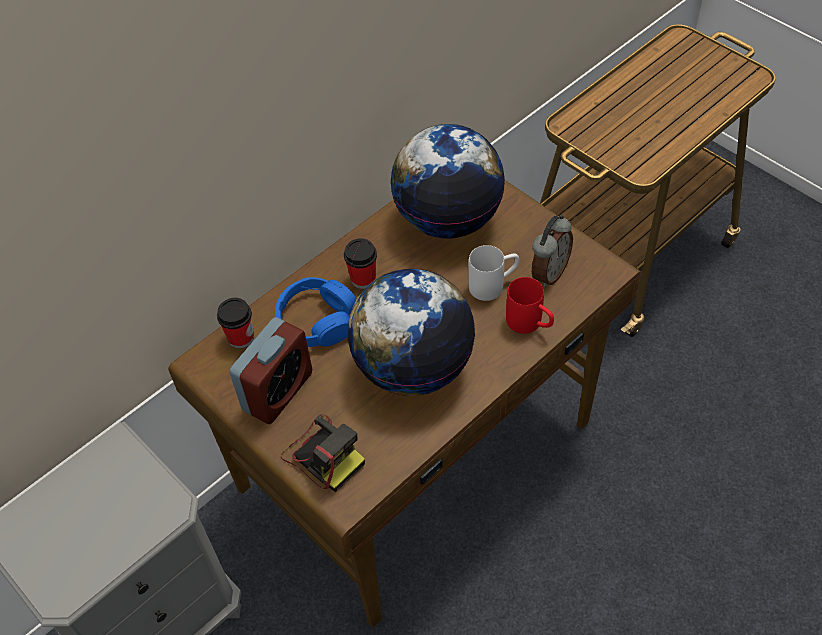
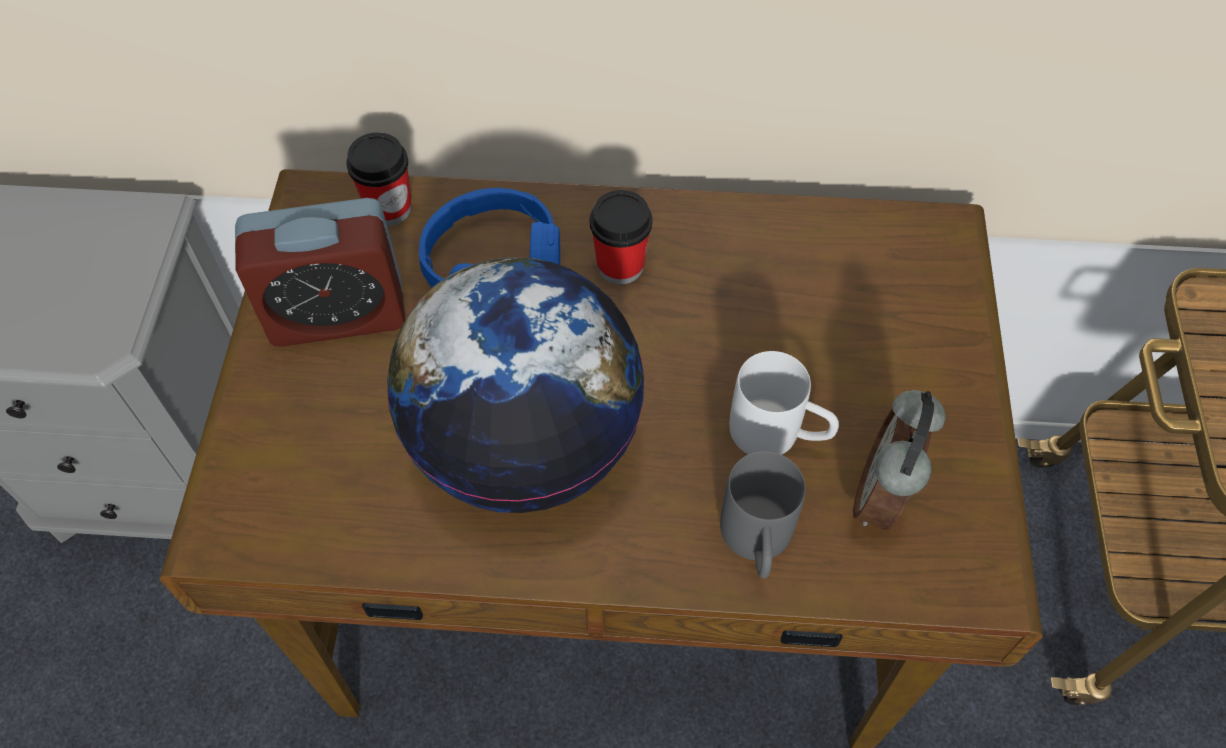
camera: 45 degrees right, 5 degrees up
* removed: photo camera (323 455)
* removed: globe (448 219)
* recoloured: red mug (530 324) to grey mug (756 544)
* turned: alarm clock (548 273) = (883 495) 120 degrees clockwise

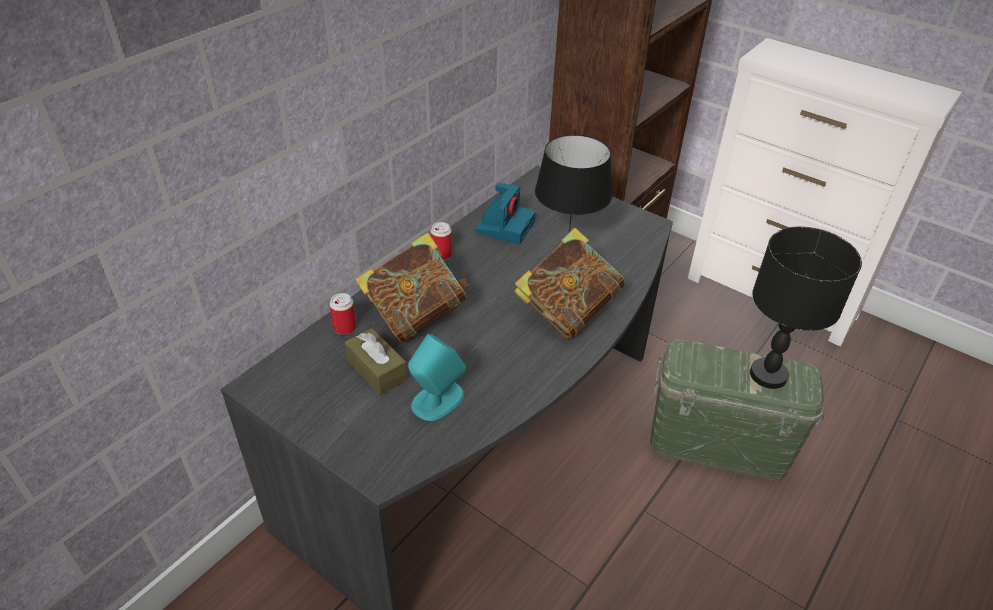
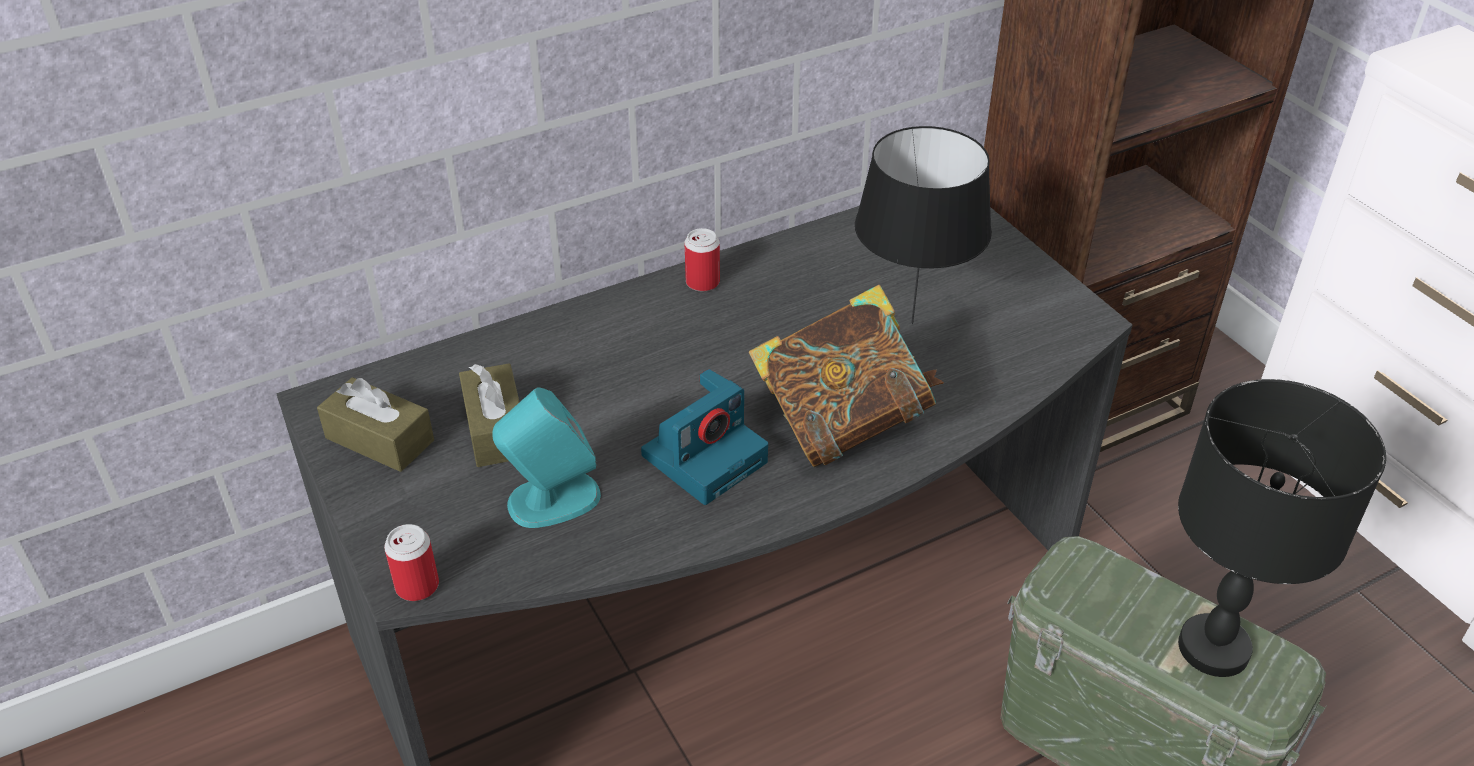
camera: 25 degrees right, 0 degrees up
* moved: can (345 327) to (417 586)
* removed: book (416 315)
* moved: photo camera (505 226) to (705 456)
* added: brown tissue box (380 439)

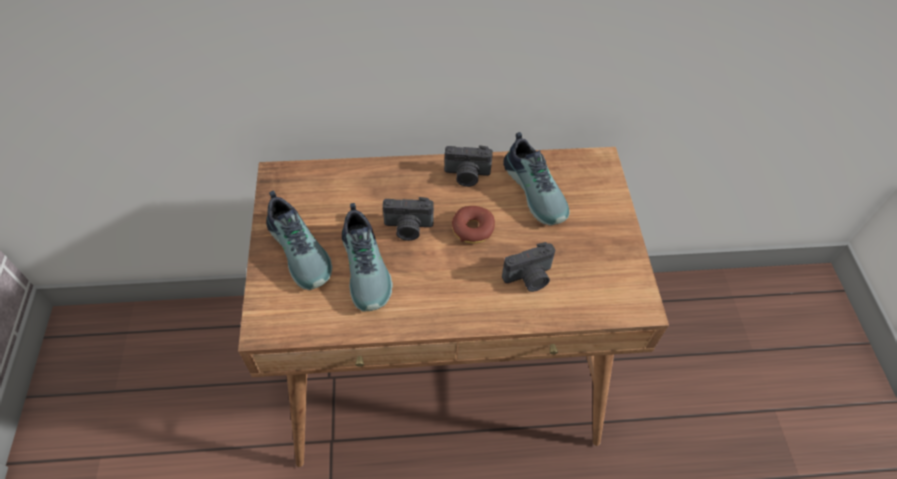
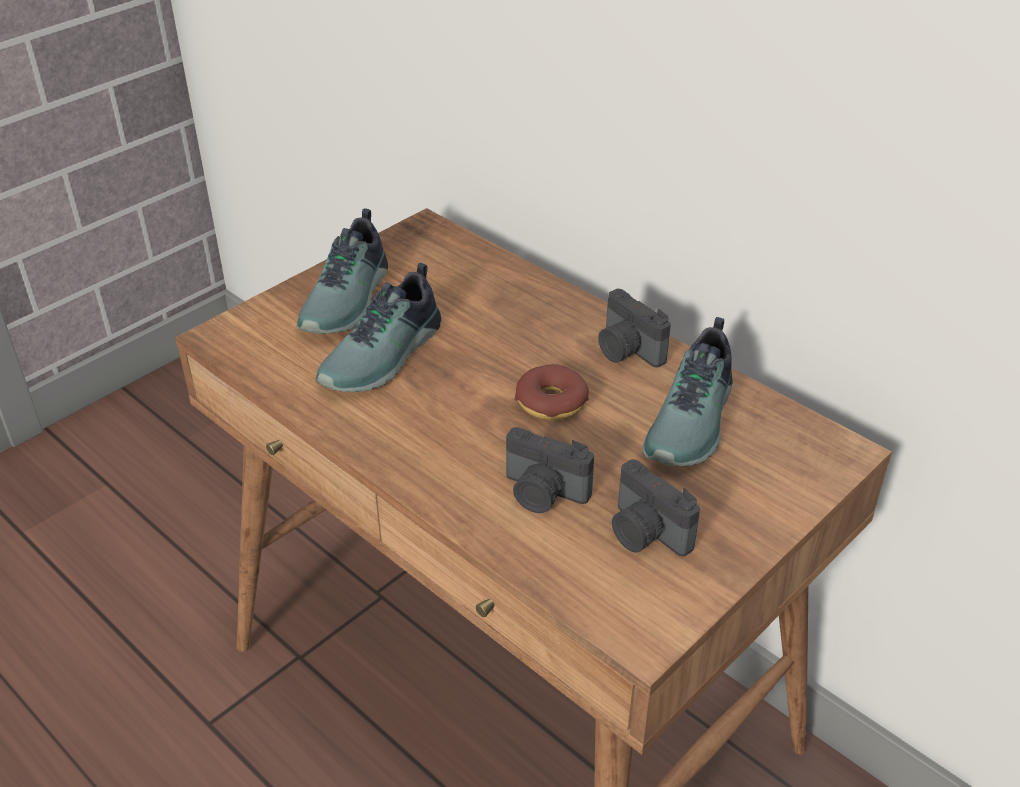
camera: 50 degrees right, 15 degrees down
* moved: photo camera (408 228) to (645 534)

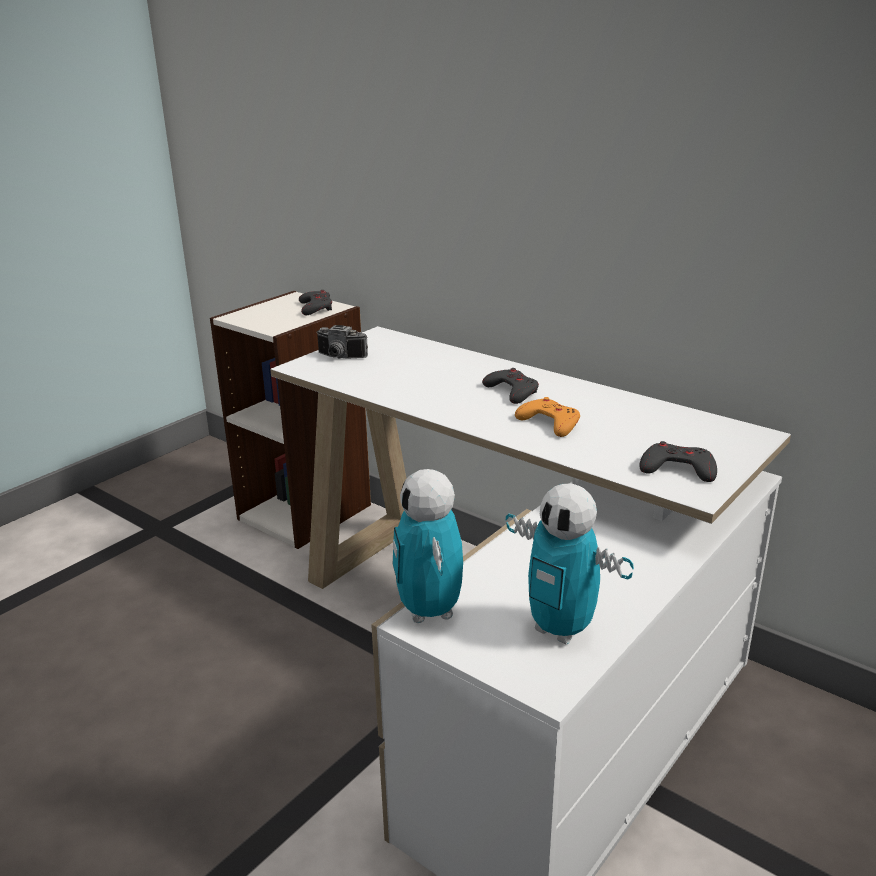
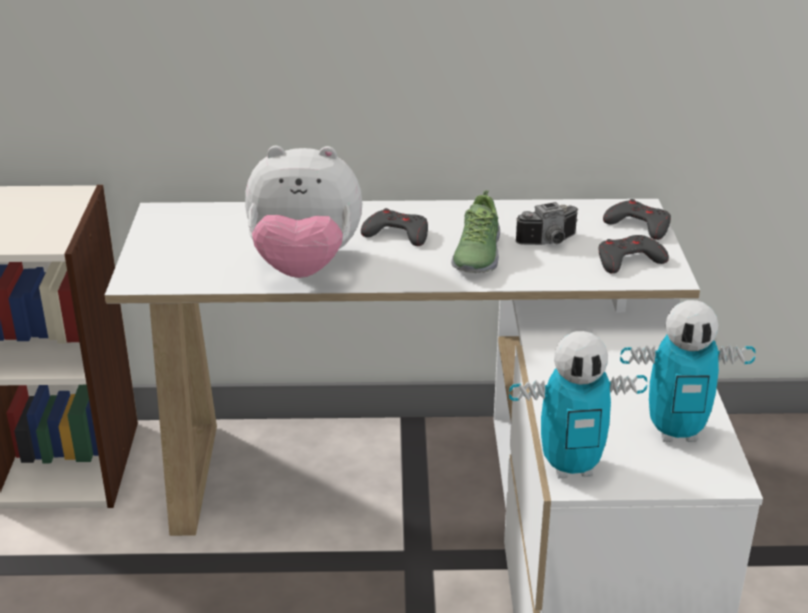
camera: 40 degrees left, 5 degrees up
* moved: grey game controller (315 307) to (639 225)
* moved: photo camera (339 357) to (550 242)
* turned: toy robot (429 611) = (571 467) 45 degrees counterclockwise
* replaced: orange game controller (549 423) to shoe (476 254)
* added: plush toy (304 267)

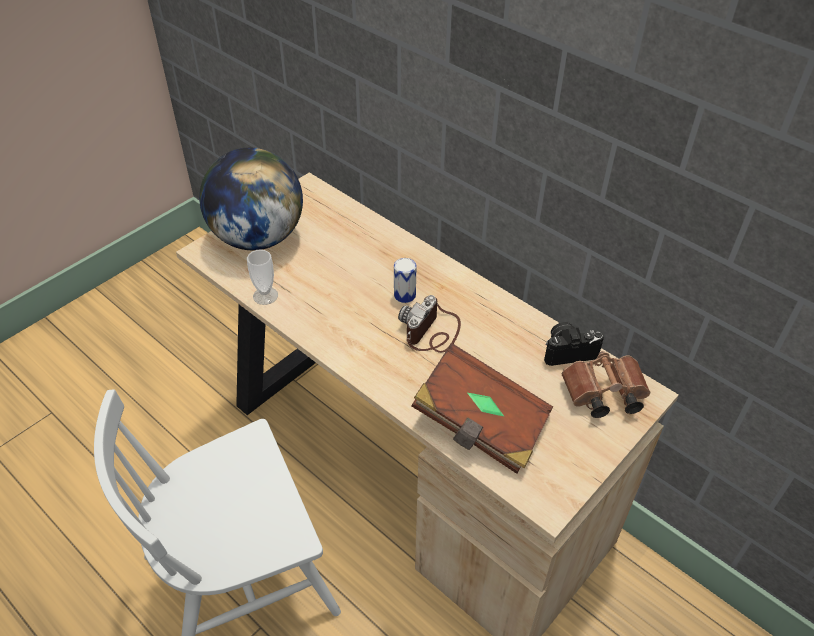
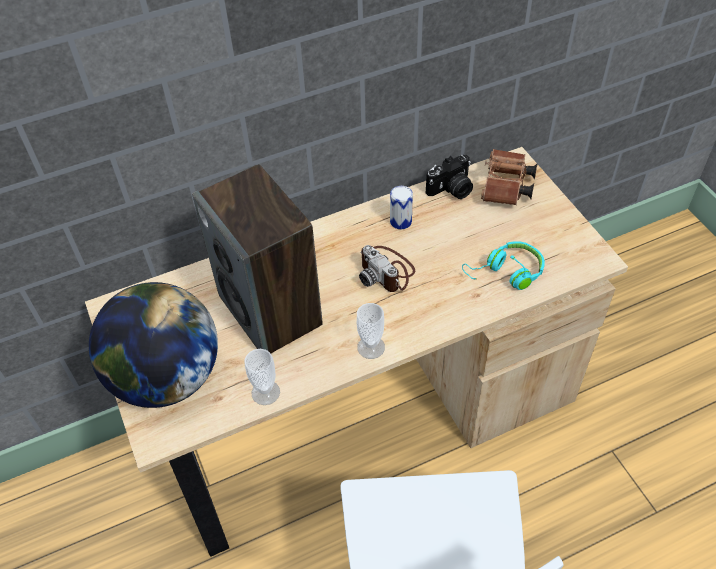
camera: 65 degrees left, 5 degrees up
* moved: can (404 295) to (400 221)
* replaced: brown book (480 424) to turquoise headphones (506 273)
* turned: photo camera (568 351) = (451 190) 135 degrees counterclockwise
* added: speaker (271 311)
* added: cup (371 347)

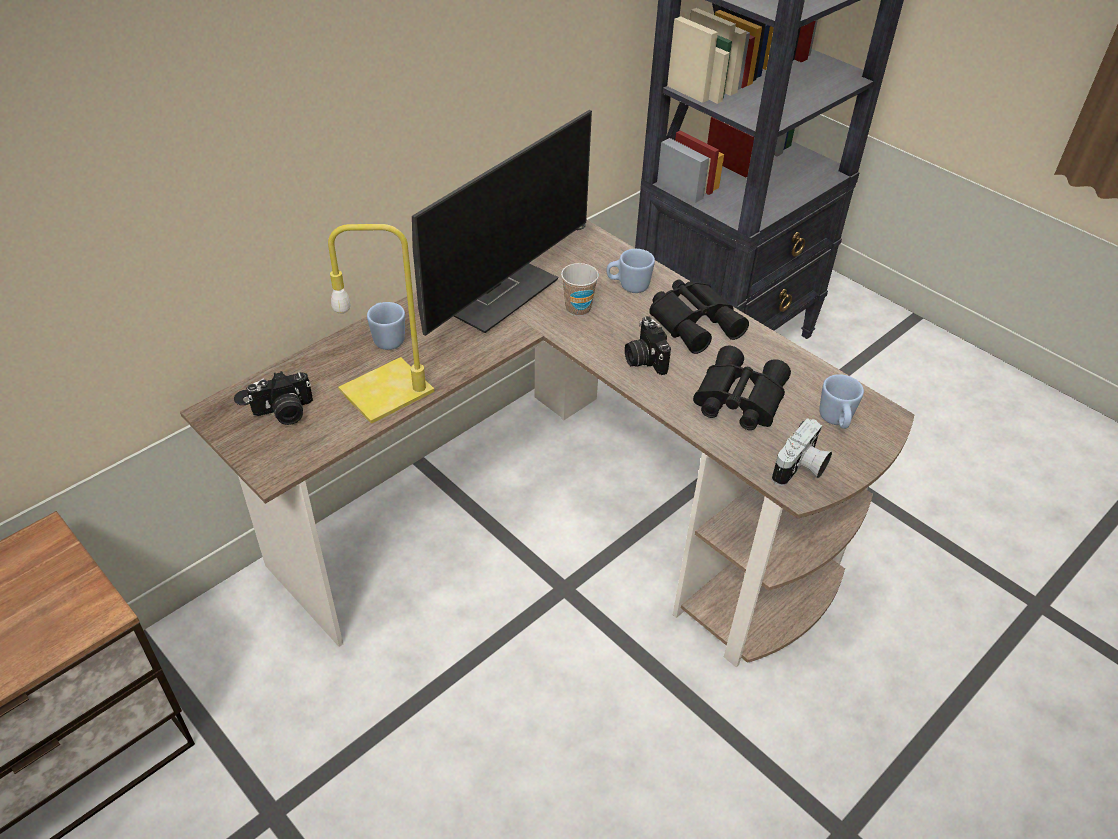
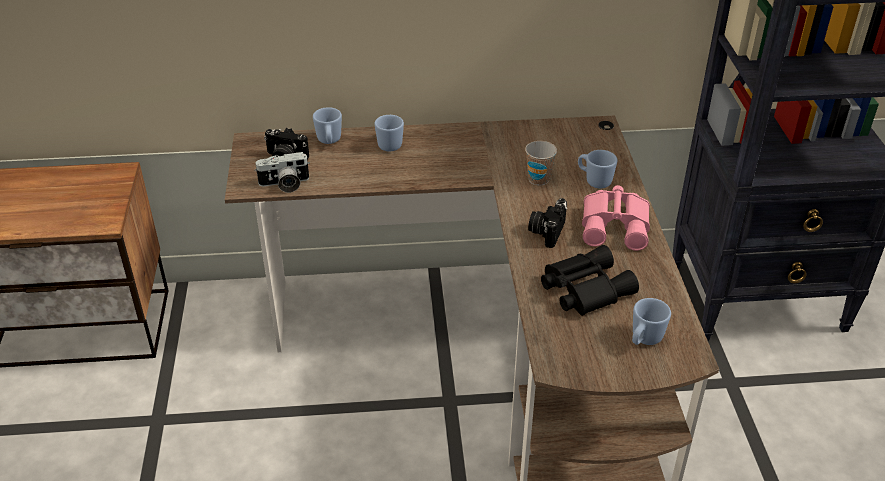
camera: 40 degrees right, 5 degrees down
* removed: yellow table lamp (388 389)
* removed: monitor (496 292)
* recoloured: black binoculars (695 322) to pink binoculars (616 225)
* moved: photo camera (801 469) to (284 184)
* added: blue mug (329 141)

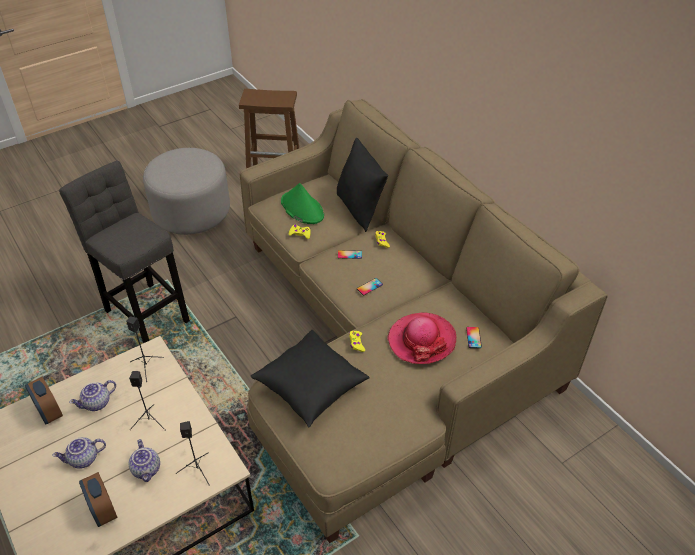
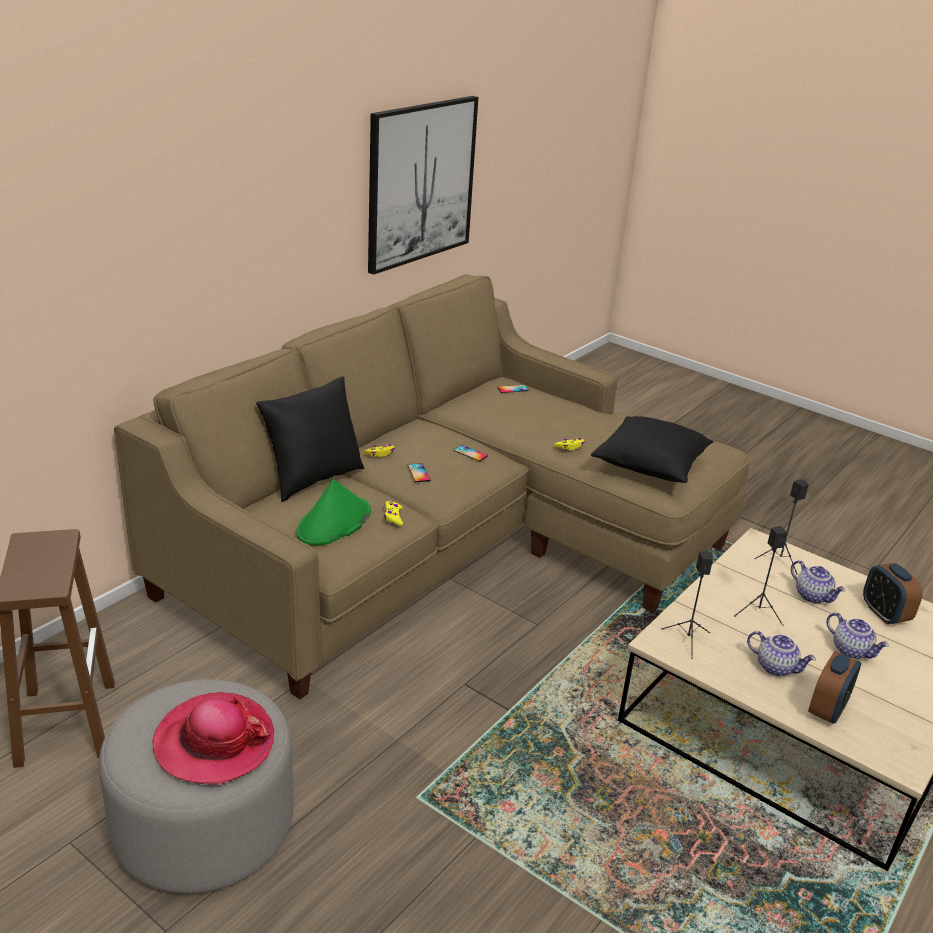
camera: 110 degrees left, 15 degrees down
* removed: grey stool (145 312)
* turned: alarm clock (103 510) = (884 614) 120 degrees clockwise
* turned: teapot (147 469) = (813 596) 90 degrees clockwise
* moved: hat (421 340) to (214 742)
* added: picture (421 182)

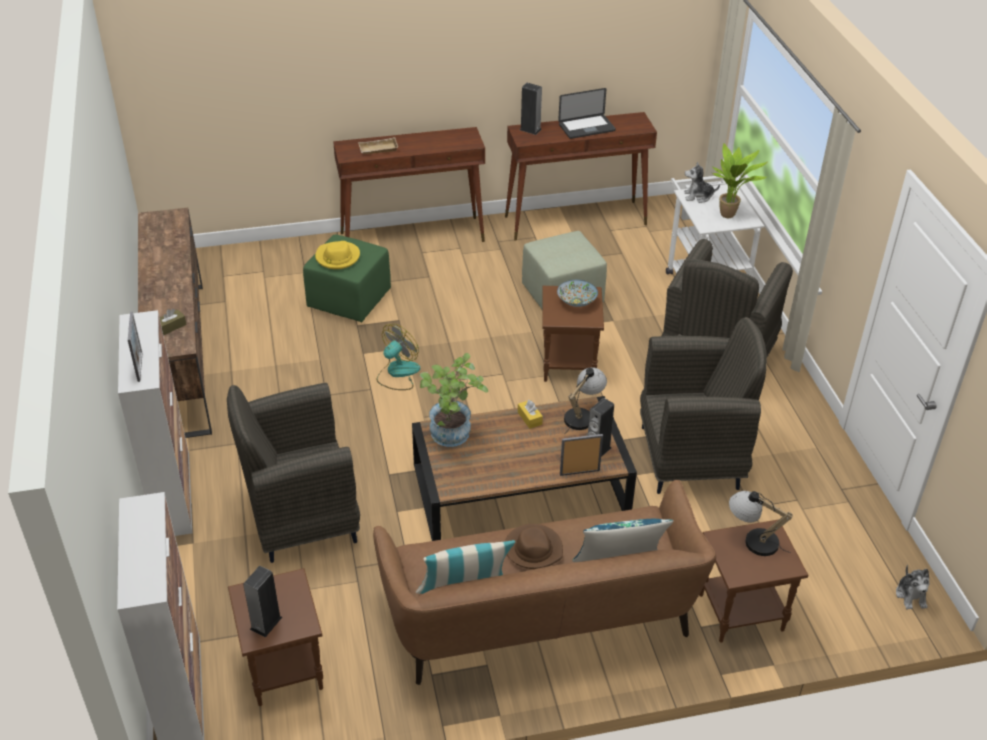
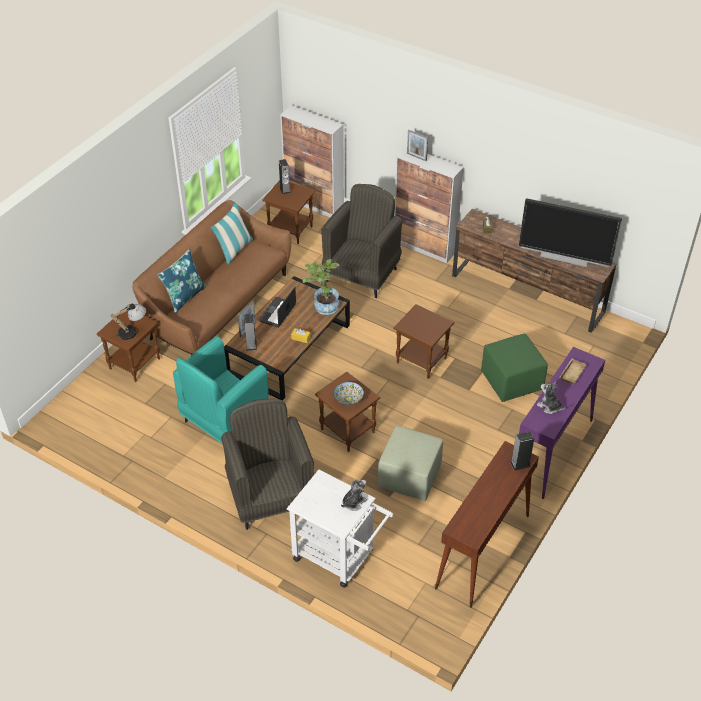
camera: 135 degrees right, 5 degrees up
* removed: yellow hat (337 257)
* recoloured: brown console table (413 237) to purple console table (551 451)
* replaced: fan (397 373) to brown side table (422 360)
* removed: brown hat (533 549)
* moved: laptop (586 128) to (277 313)
* removed: table lamp (582 415)
* recoloured: grey armchair (691 457) to turquoise armchair (225 422)
* removed: potted plant (730 215)
* moved: plush toy (911 596) to (549 406)
* added: television (564 257)

